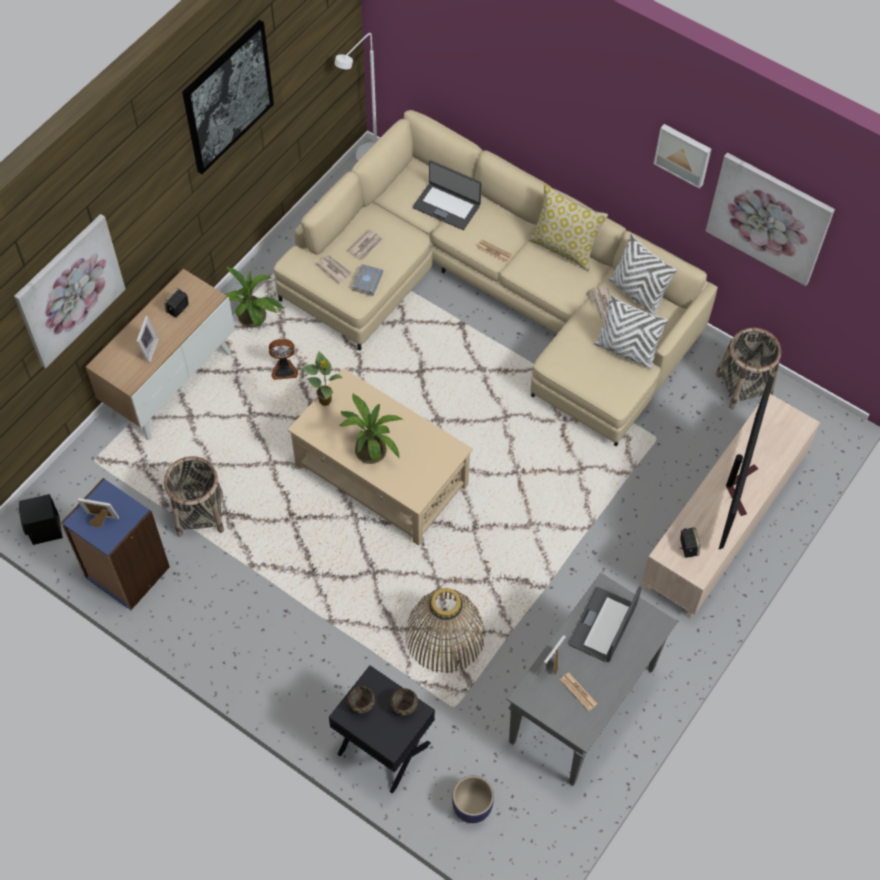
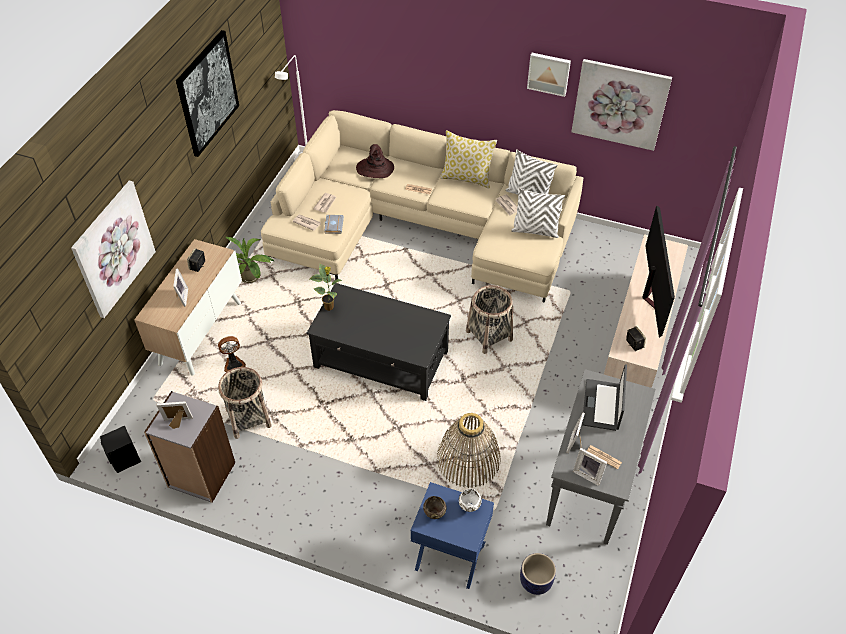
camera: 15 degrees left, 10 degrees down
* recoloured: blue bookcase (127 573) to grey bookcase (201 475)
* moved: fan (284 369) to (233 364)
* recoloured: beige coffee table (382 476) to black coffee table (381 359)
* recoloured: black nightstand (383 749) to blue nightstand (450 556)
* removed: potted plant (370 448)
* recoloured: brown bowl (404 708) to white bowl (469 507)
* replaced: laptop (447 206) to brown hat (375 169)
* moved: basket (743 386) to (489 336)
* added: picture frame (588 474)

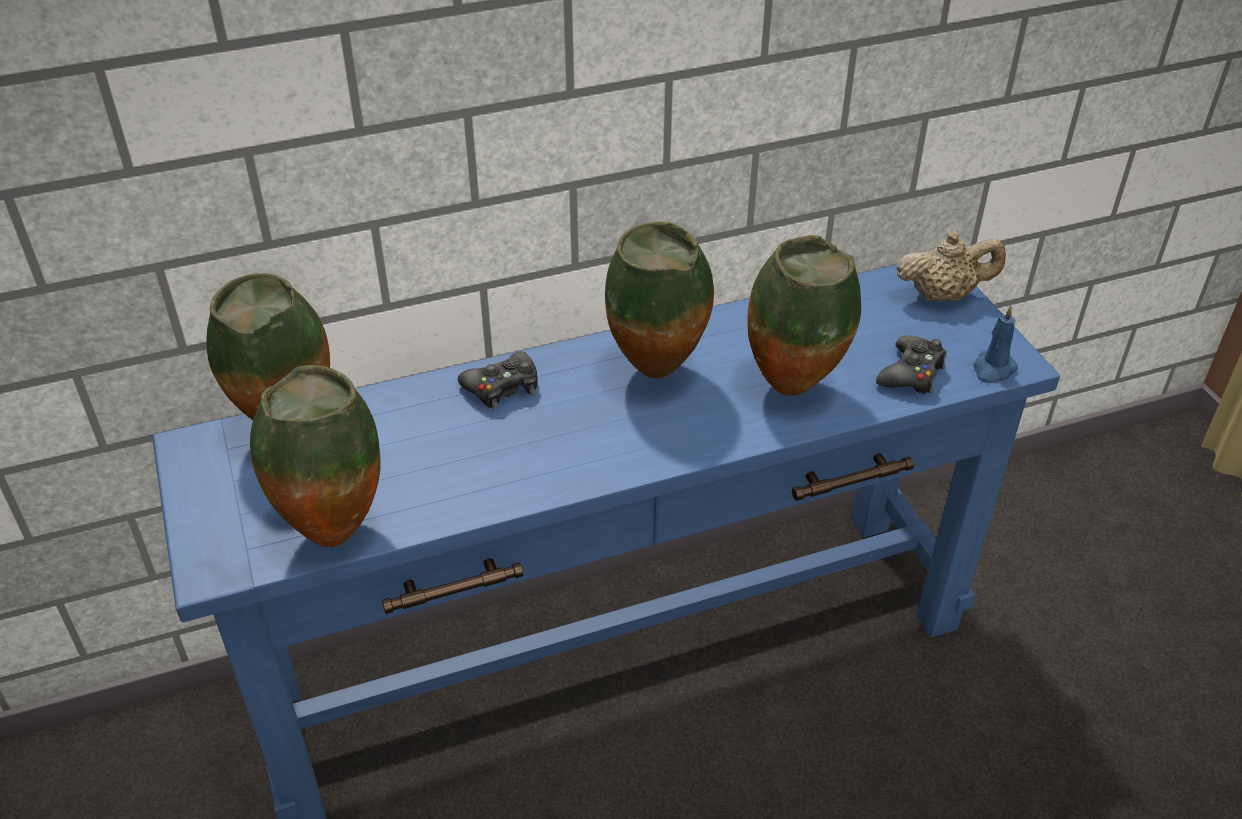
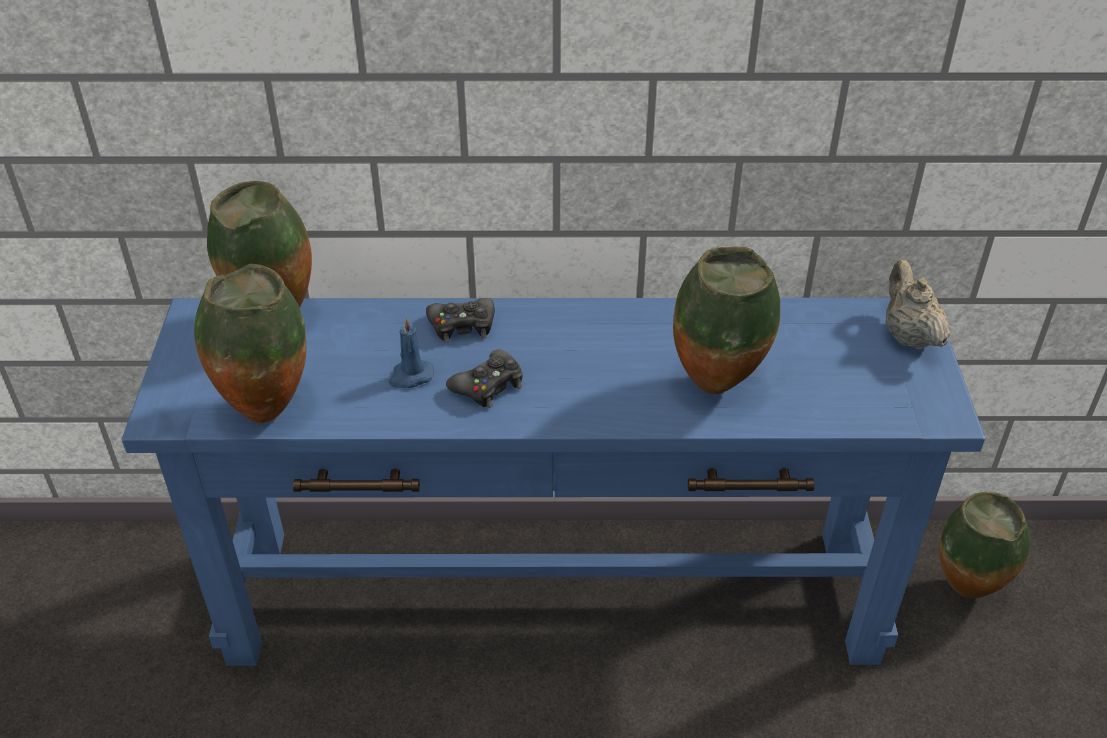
camera: 20 degrees right, 0 degrees up
* moved: vase (658 374) to (966 593)
* moved: black game controller (911 374) to (488 386)
* turned: beige teapot (943 295) = (908 336) 120 degrees counterclockwise
* moved: blue candle (993 369) to (410 376)

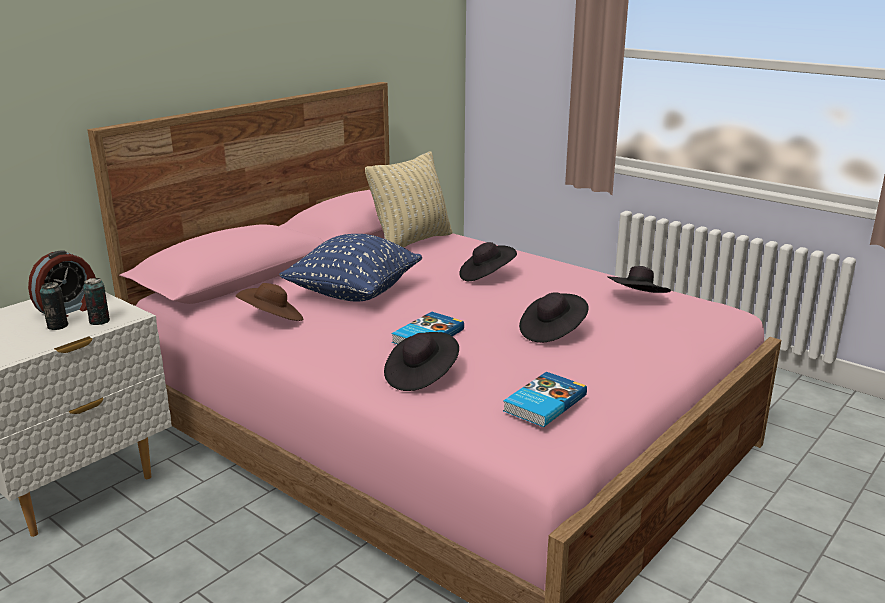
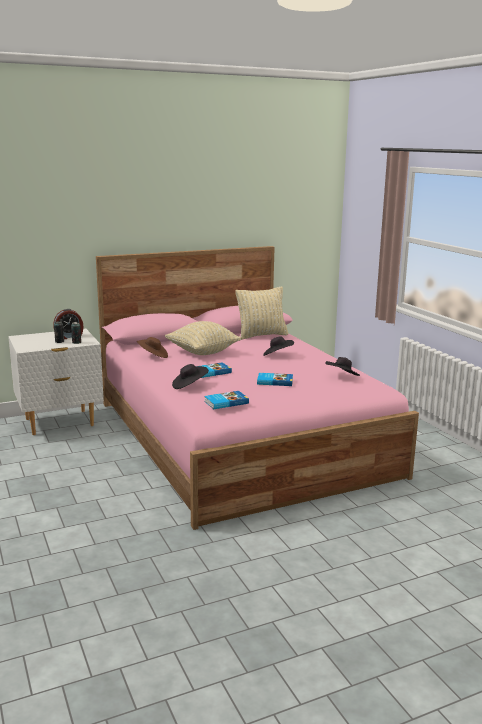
camera: 25 degrees right, 5 degrees down
* recoloured: blue pillow (354 294) to beige pillow (202 352)
* replaced: black hat (552 332) to book (274 381)

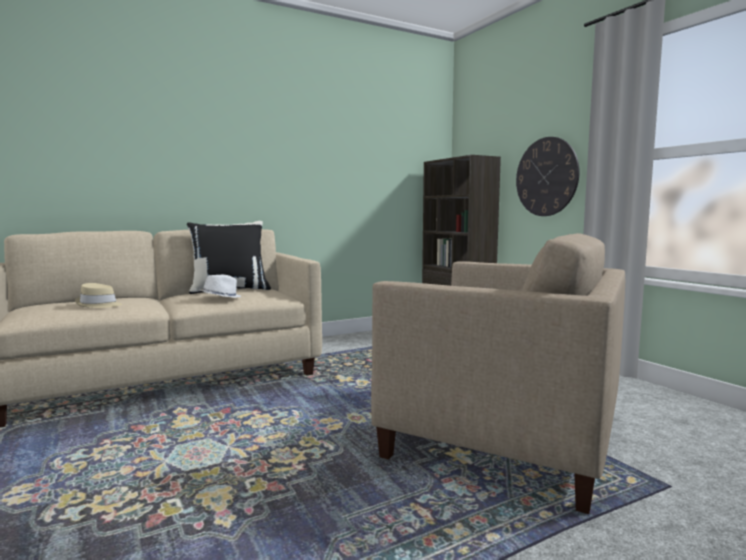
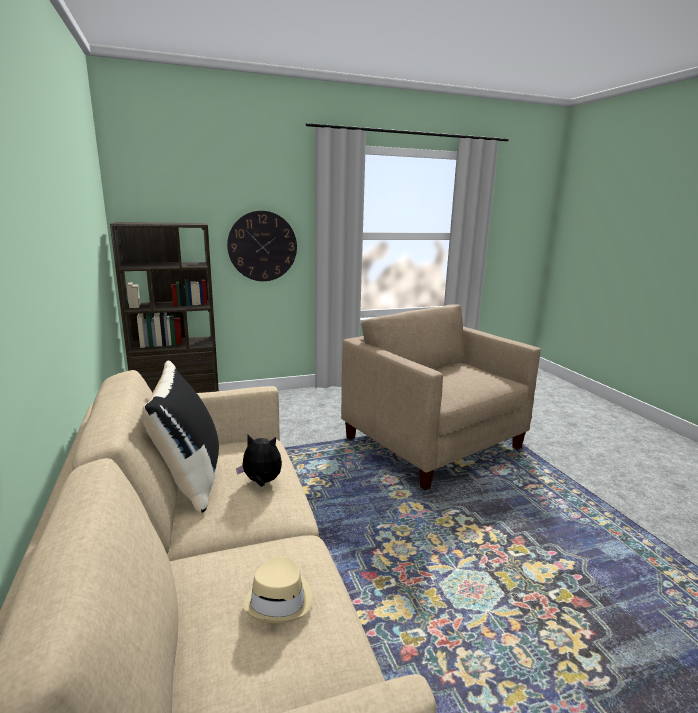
camera: 80 degrees left, 10 degrees up
* replaced: white hat (221 297) to plush toy (261 482)
* turned: beige armchair (503 435) = (433 443) 75 degrees counterclockwise

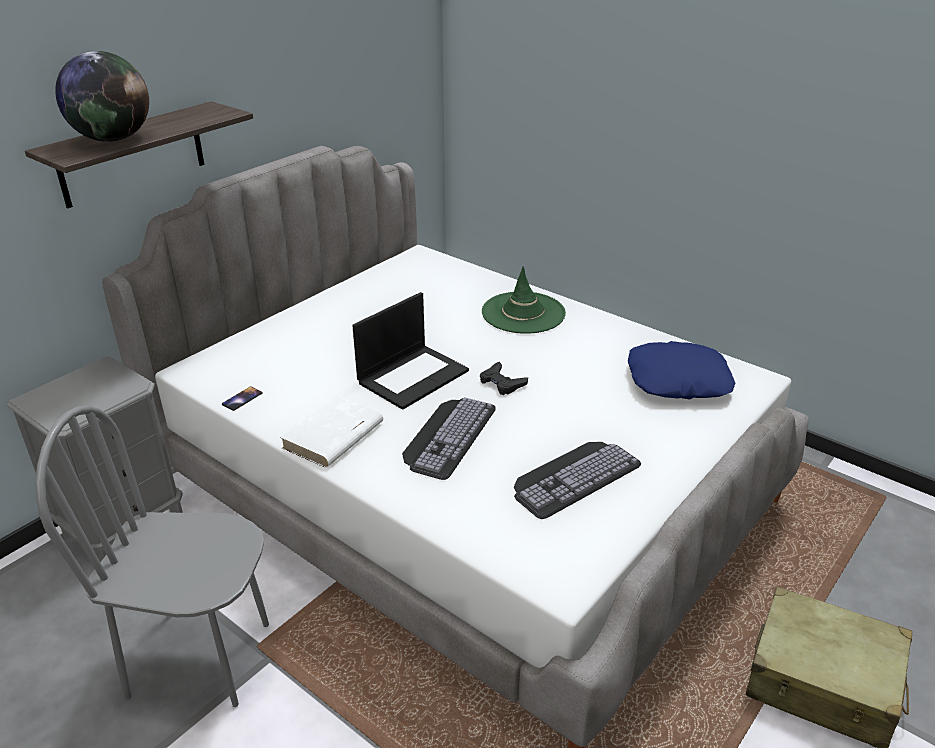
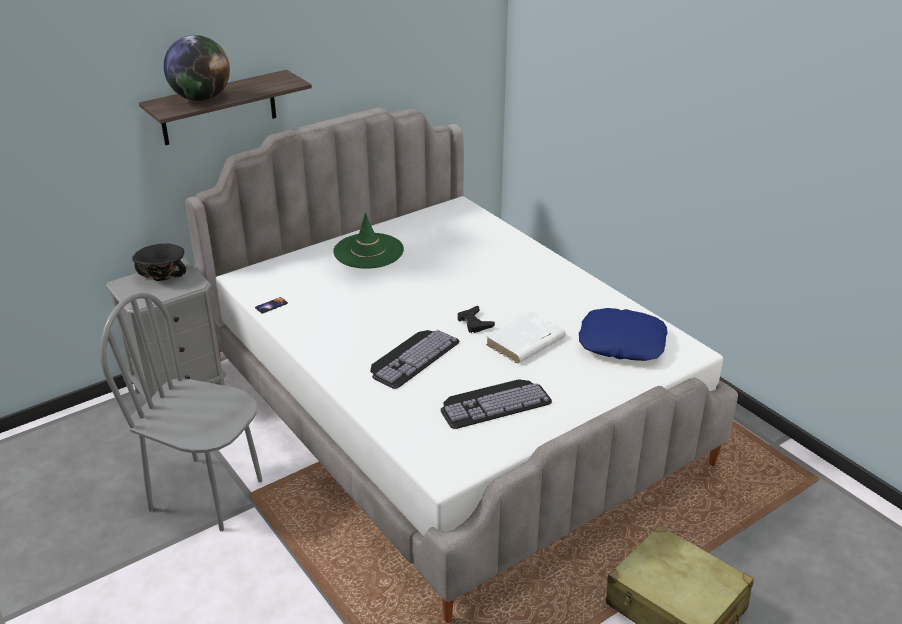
camera: 15 degrees right, 0 degrees up
* moved: white book (333 436) to (525 342)
* removed: laptop (413 376)
* moved: green hat (523 313) to (368 251)
* added: black bowl (163 276)

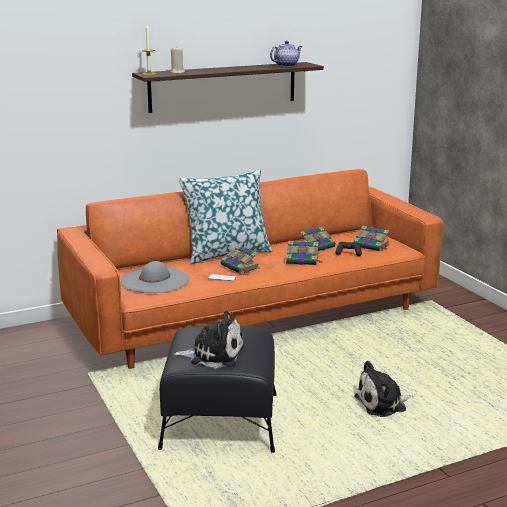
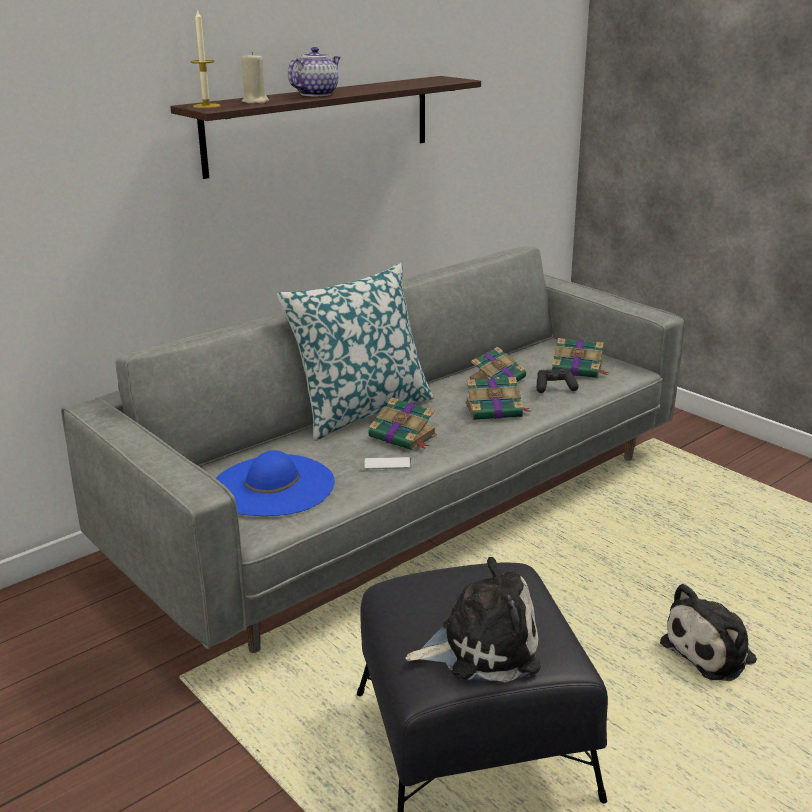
camera: 15 degrees left, 5 degrees up
* recoloured: orange sofa (253 315) to grey sofa (407 503)
* recoloured: grey hat (155 280) to blue hat (273 486)
* moved: teapot (286 65) to (316 94)

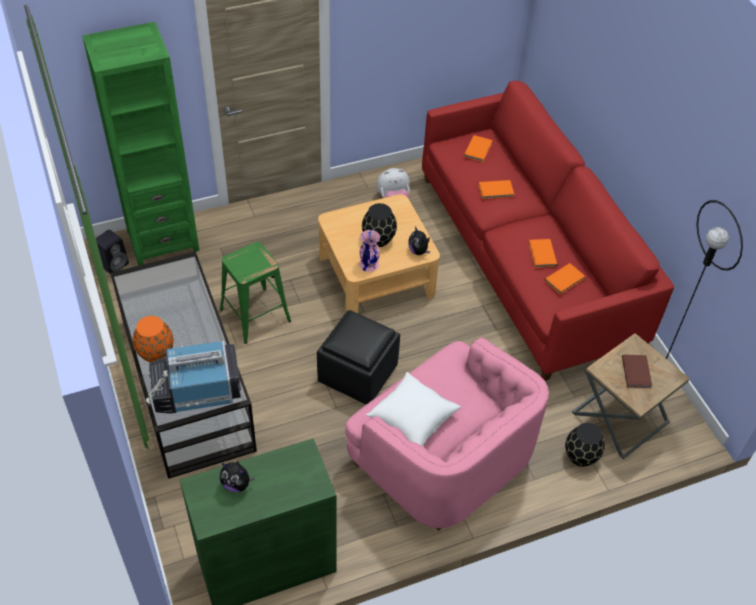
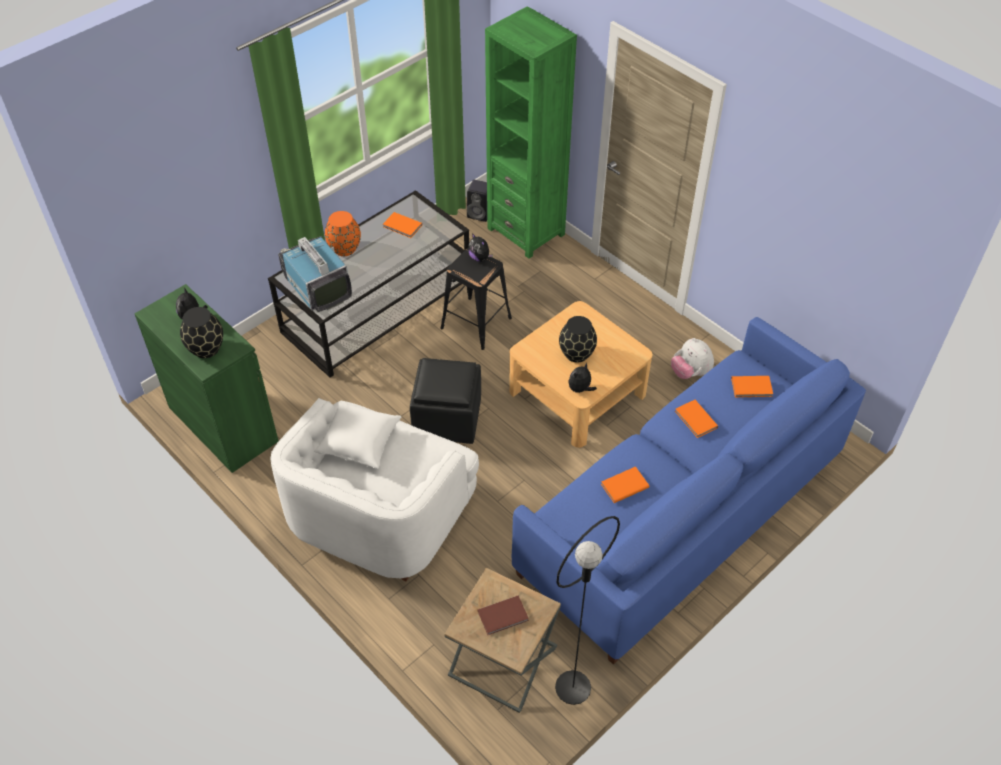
camera: 70 degrees right, 0 degrees up
* recoloured: green stool (255 314) to black stool (476 322)
* recoloured: pink armchair (443 458) to white armchair (380 514)
* removed: pink vase (368 264)
* recoloured: red sofa (527 259) to blue sofa (681 514)
* moved: orange book (565 280) to (402 226)
* moved: black vase (580 457) to (205 349)
* added: plush toy (480 258)

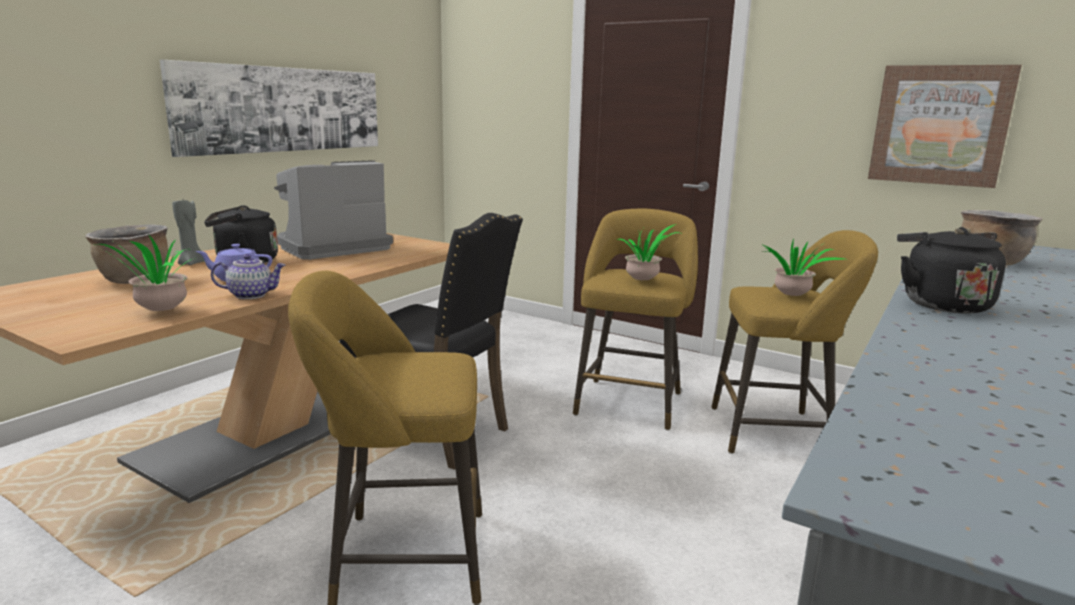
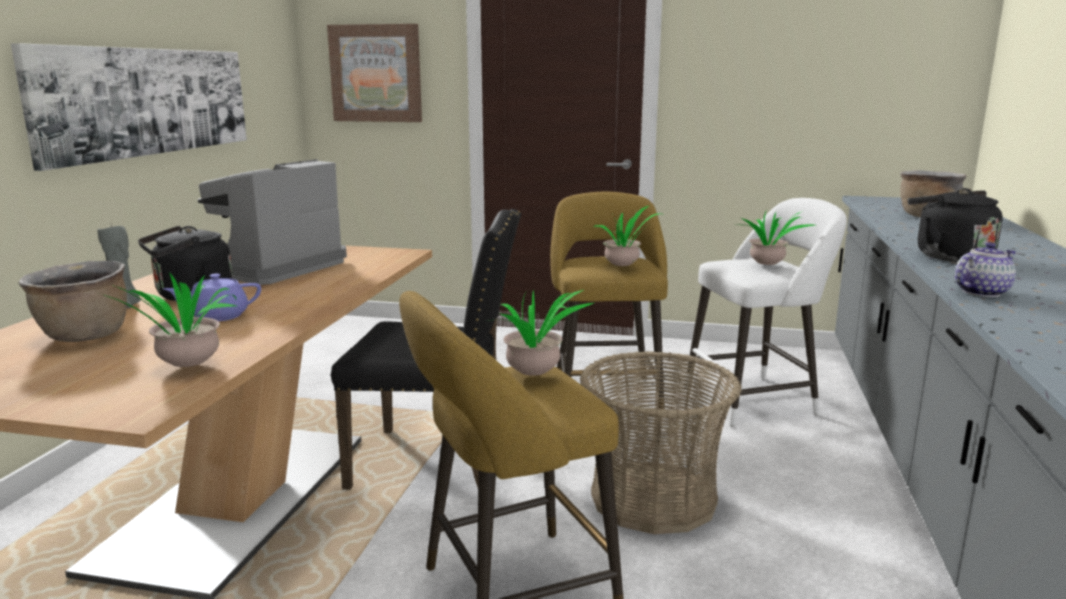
camera: 20 degrees left, 0 degrees up
* moved: teapot (251 295) to (980 292)
* recoloured: yellow stool (776 433) to white stool (756 400)
* moved: picture (940 125) to (376 73)
* added: potted plant (536 376)
* added: basket (653 498)

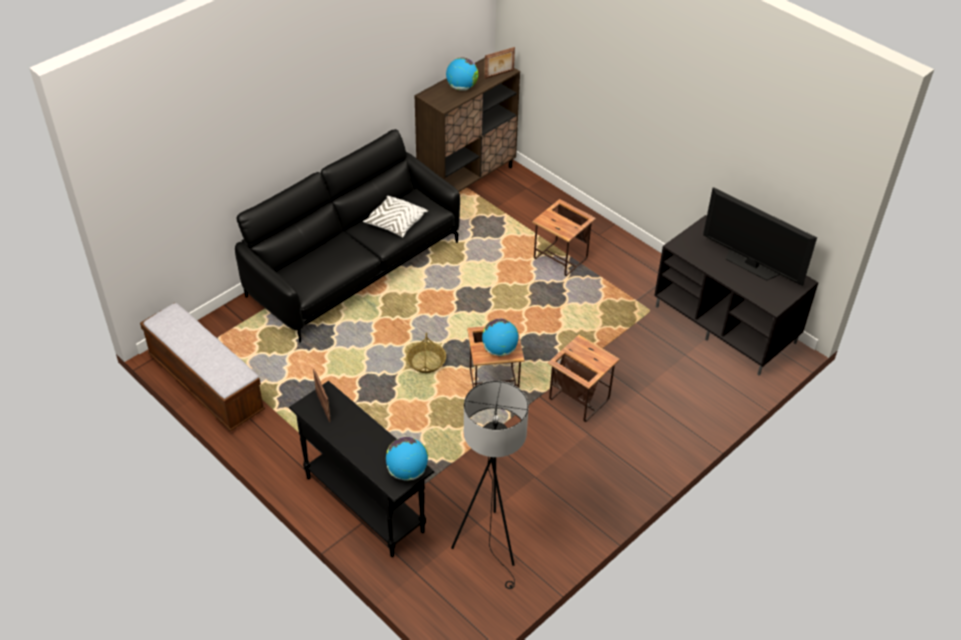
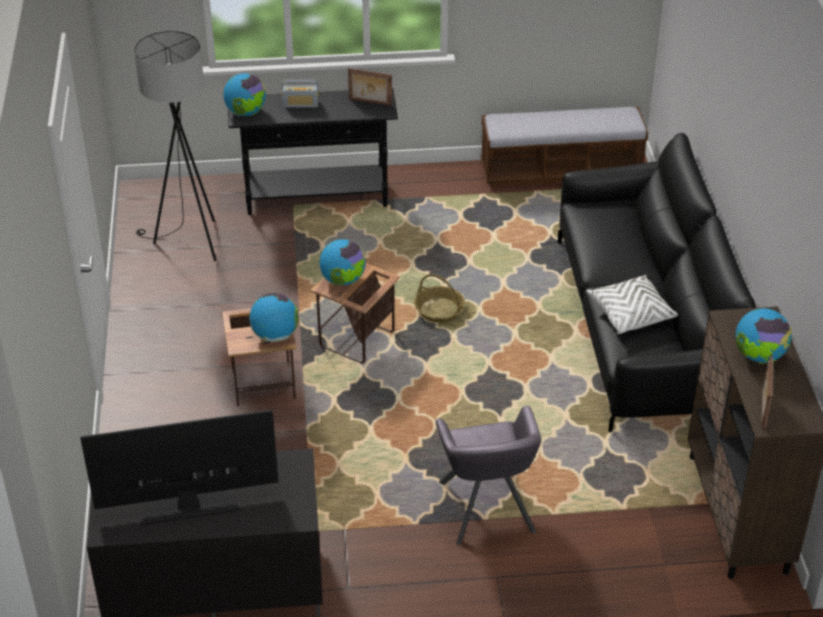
camera: 130 degrees right, 5 degrees down
* replaced: side table (561 259) to grey armchair (486 507)
* added: globe (275 335)
* added: radio (301 104)

